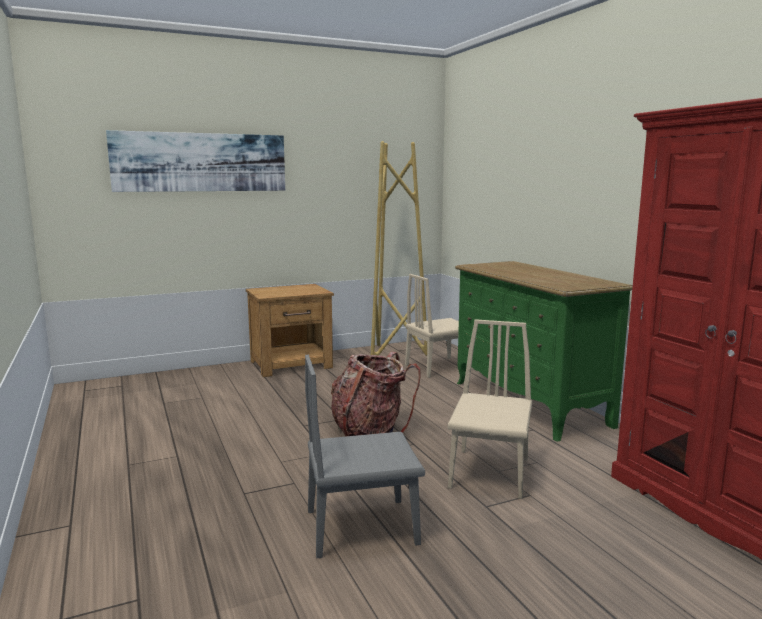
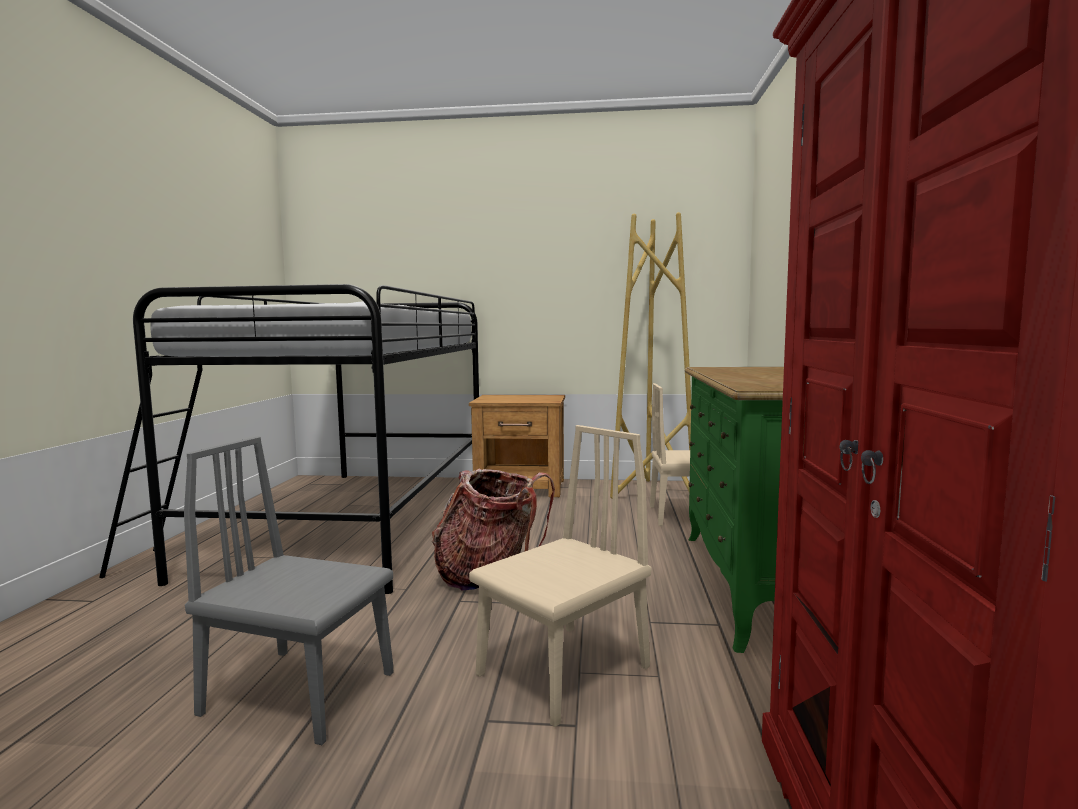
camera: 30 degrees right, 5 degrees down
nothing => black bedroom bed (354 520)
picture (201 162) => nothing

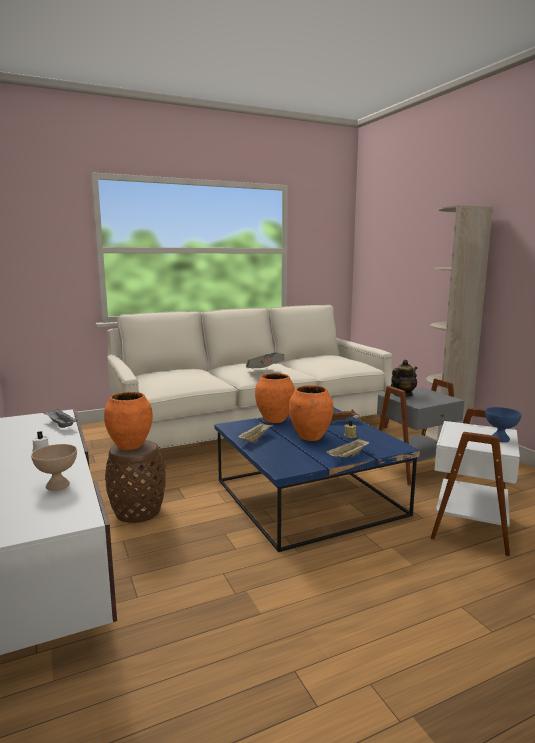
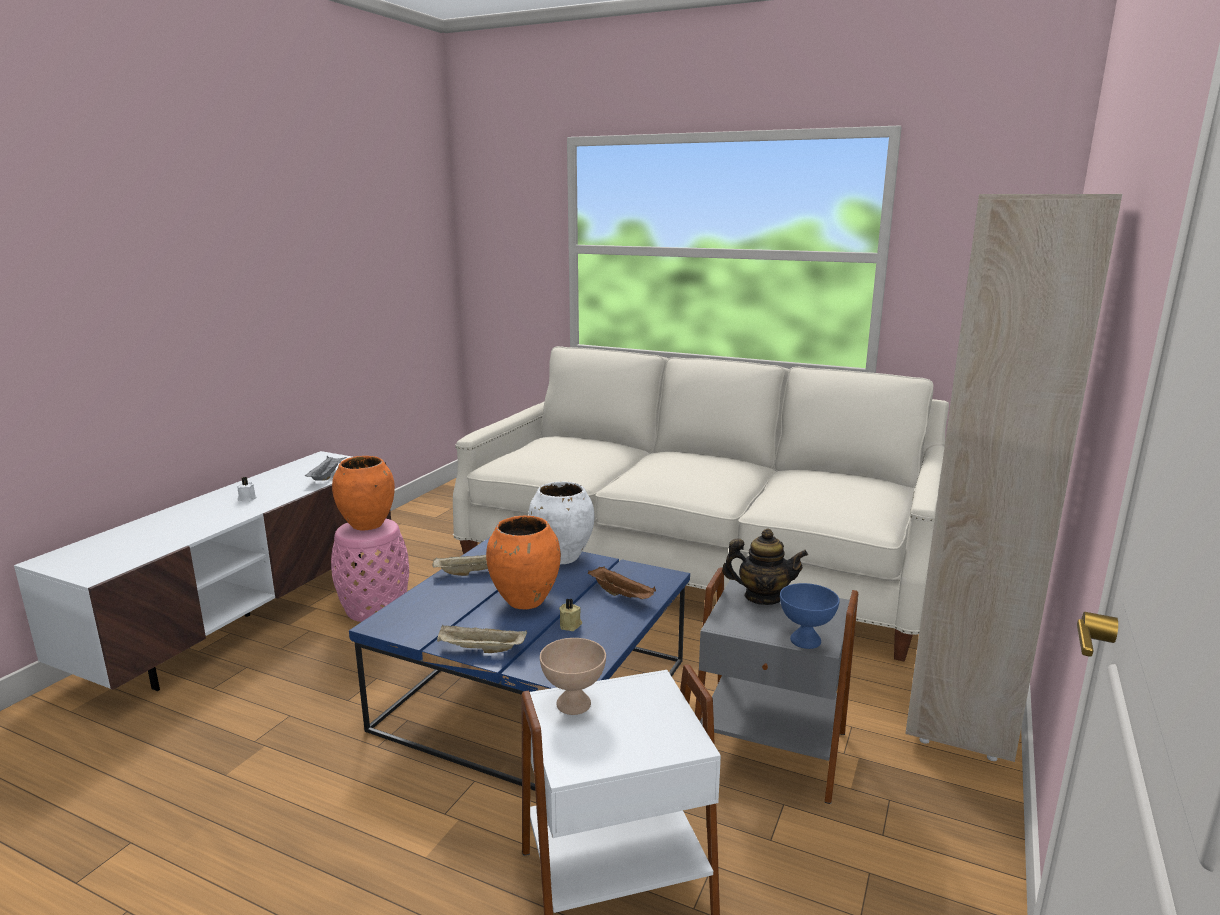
camera: 50 degrees right, 5 degrees up
brown stool seat (138 511) => pink stool seat (375 608)
orange-coloured vase (274 420) => whitish vase (561 558)
sand-coloured deep dish (57 486) => sand-coloured deep dish (572 705), move
bluish deep dish (500 439) => bluish deep dish (806 641), move
daily paper (265 372) => nothing

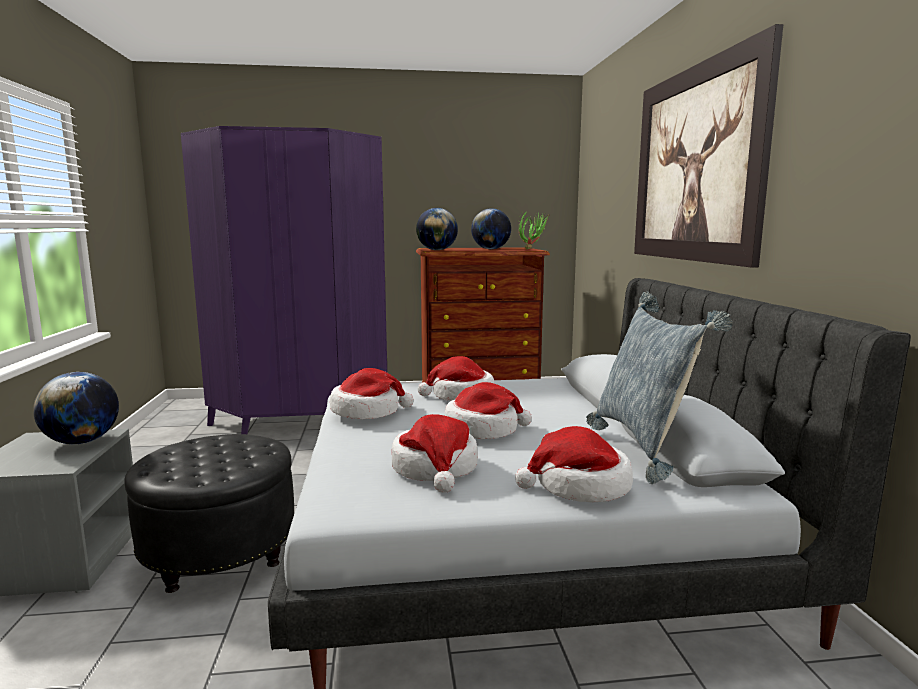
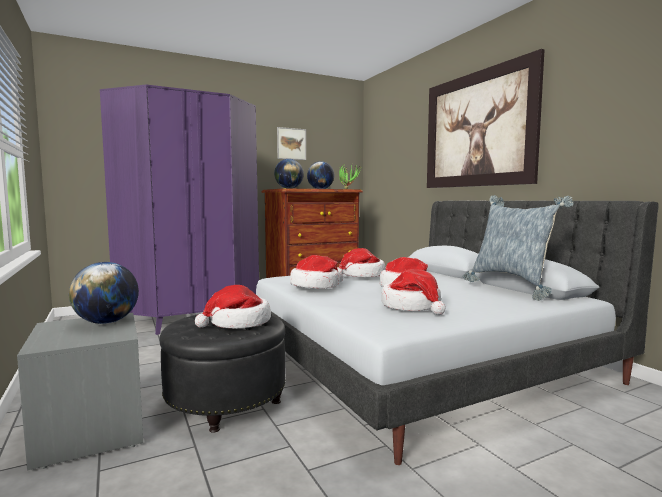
camera: 20 degrees left, 5 degrees down
clothing hat (579 486) => clothing hat (238 323), move
nothing => picture (291 144)

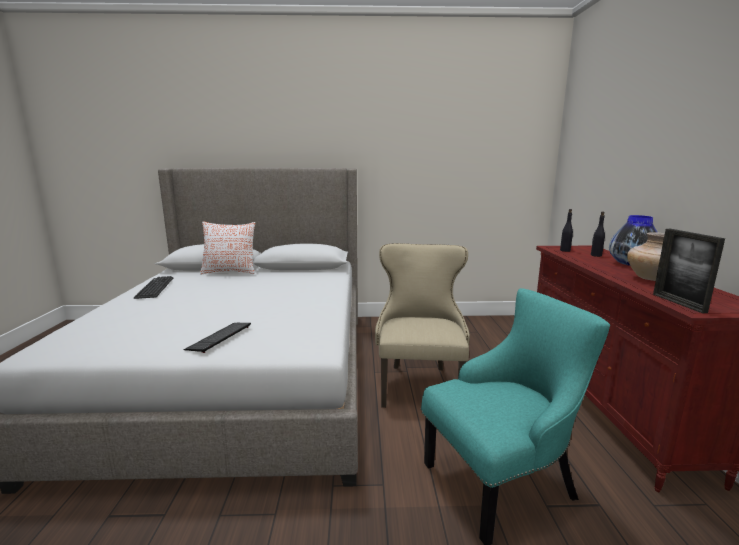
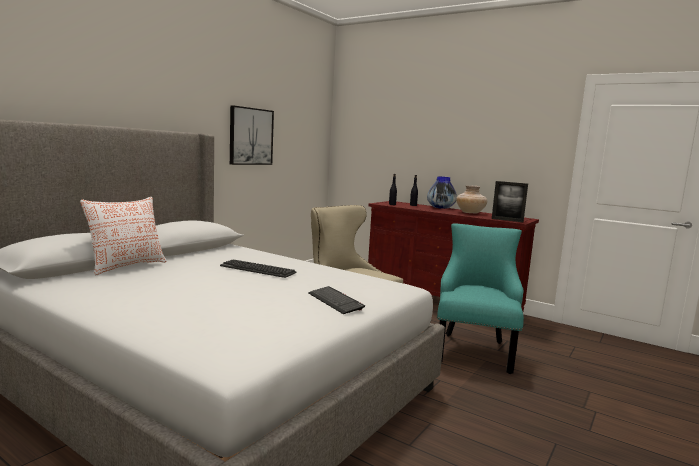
camera: 55 degrees left, 5 degrees down
computer keyboard (155 288) => computer keyboard (257 269), move
nothing => picture (251 136)

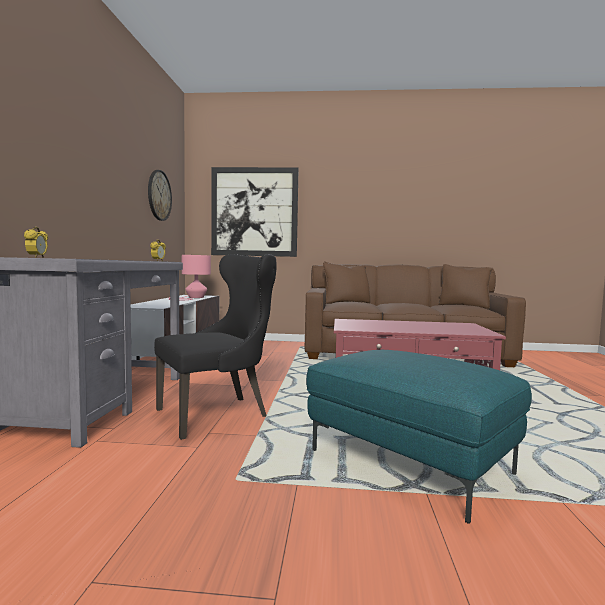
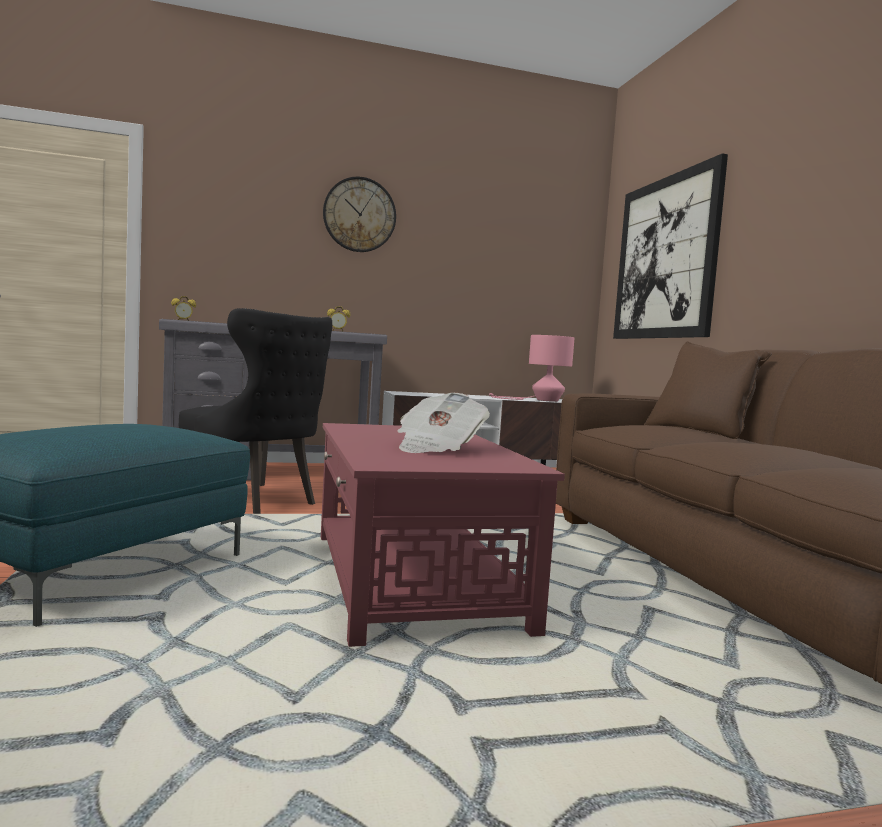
camera: 70 degrees right, 0 degrees up
clock on the wall (159 195) => clock on the wall (359 215), move
nothing => daily paper (437 448)

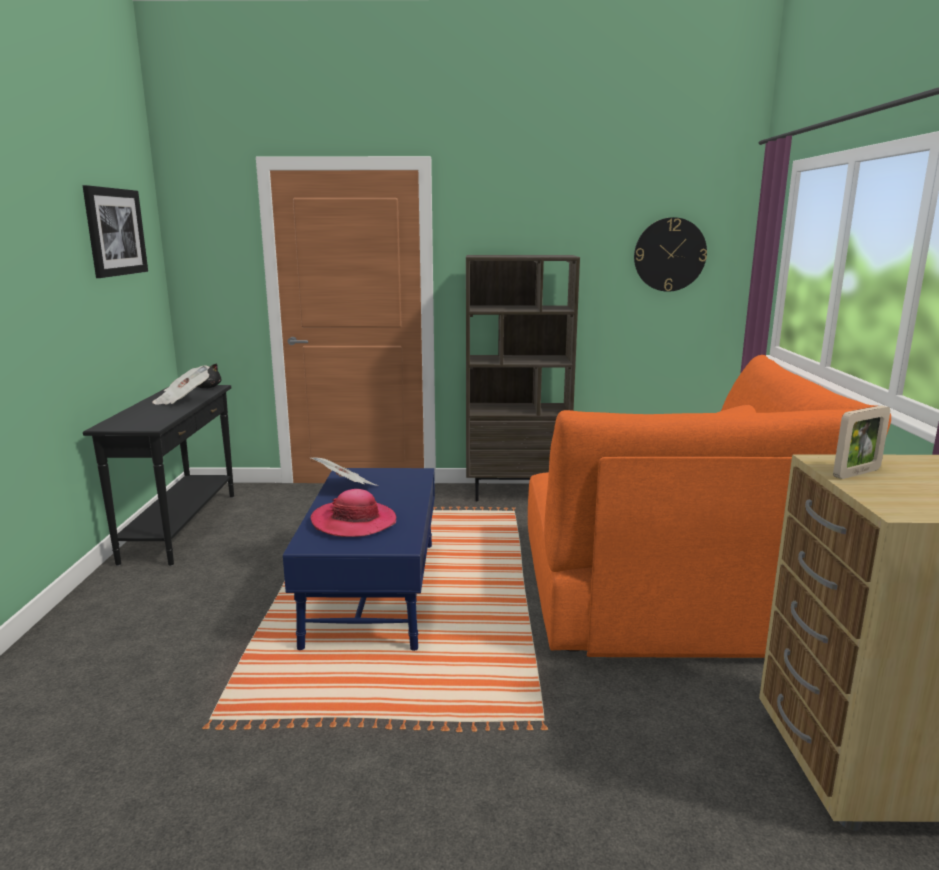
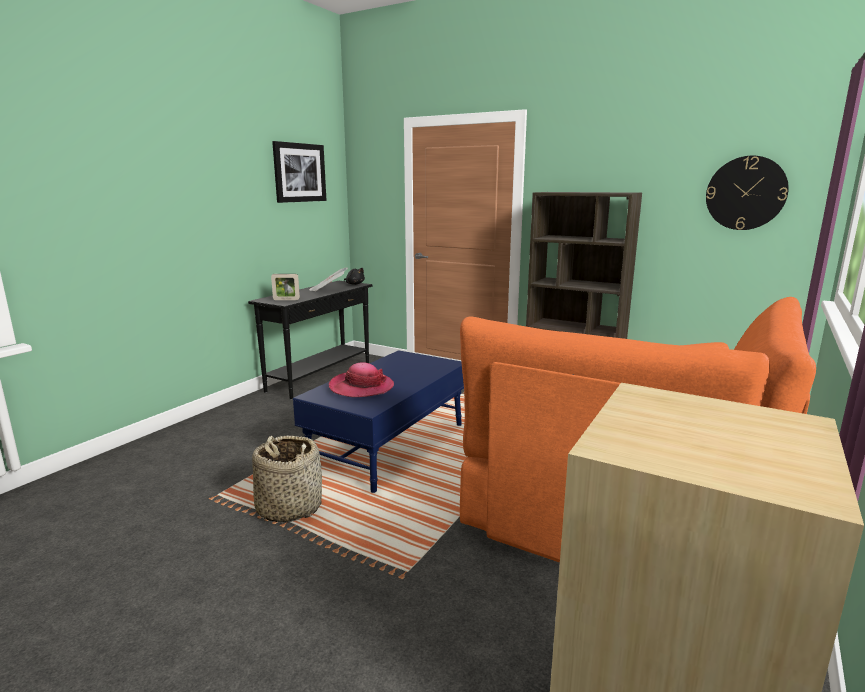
camera: 30 degrees right, 0 degrees up
nothing => basket (289 507)
standing frame (856 473) => standing frame (286 299), move
daily paper (345 487) => nothing

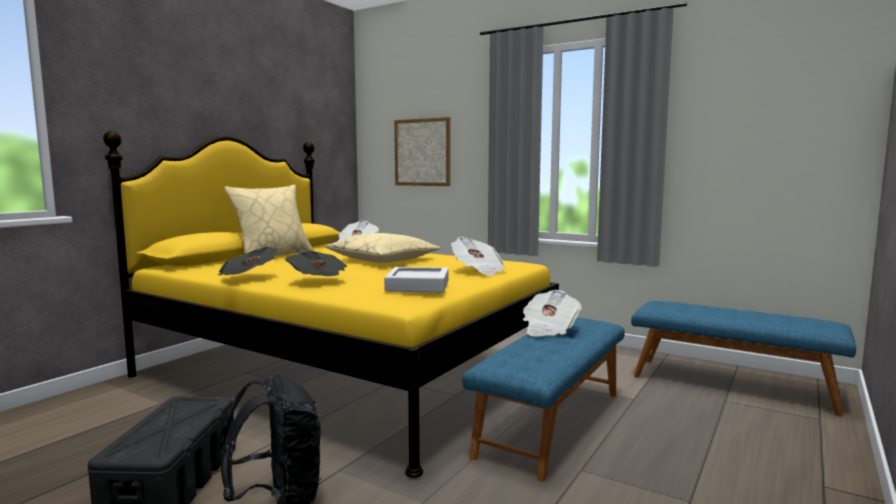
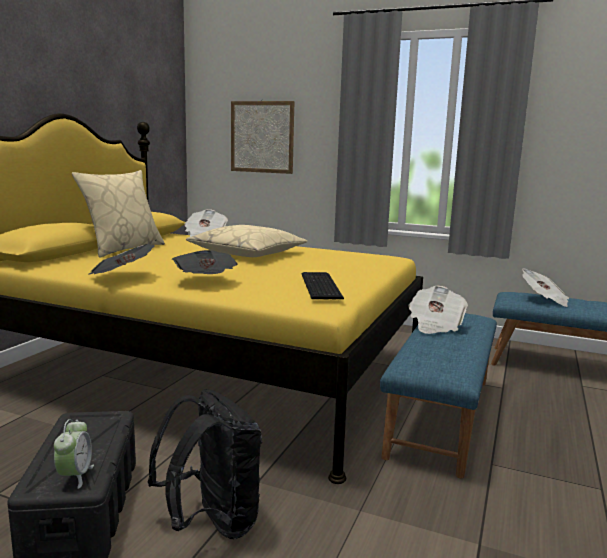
camera: 10 degrees left, 5 degrees up
nothing => table clock (75 476)
greyish carrying tray (417 286) => computer keyboard (319 286)
daily paper (478 271) => daily paper (544 300), move

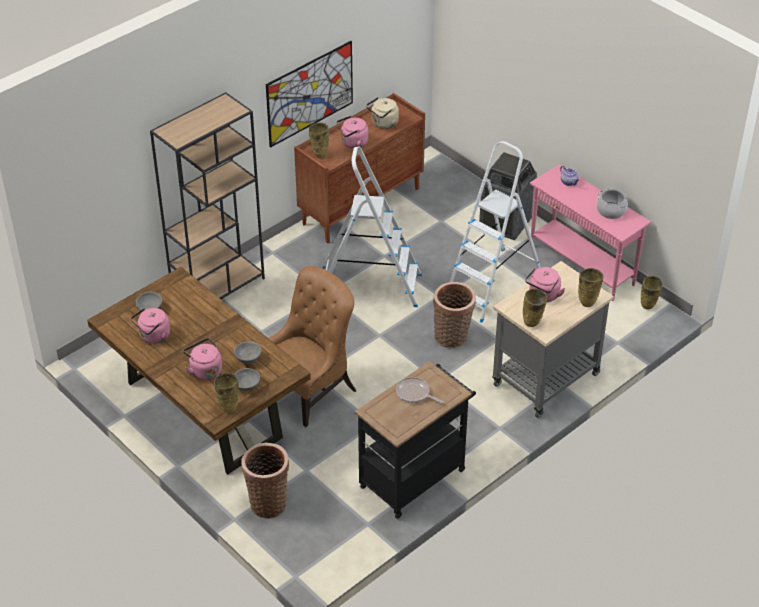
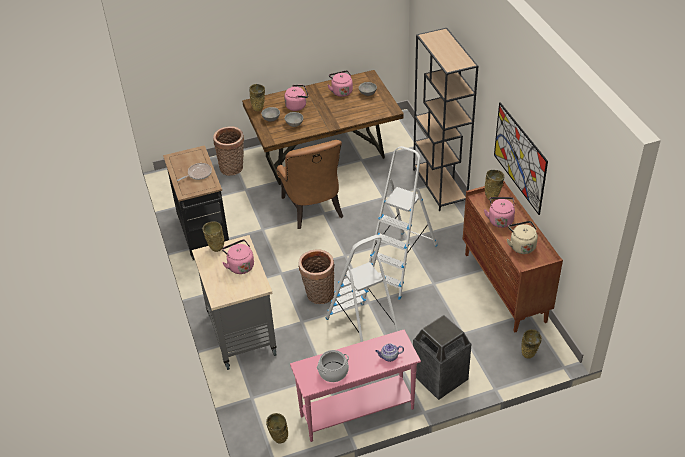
camera: 115 degrees right, 0 degrees up
sand-coloured vase (588 302) => sand-coloured vase (528 356), move

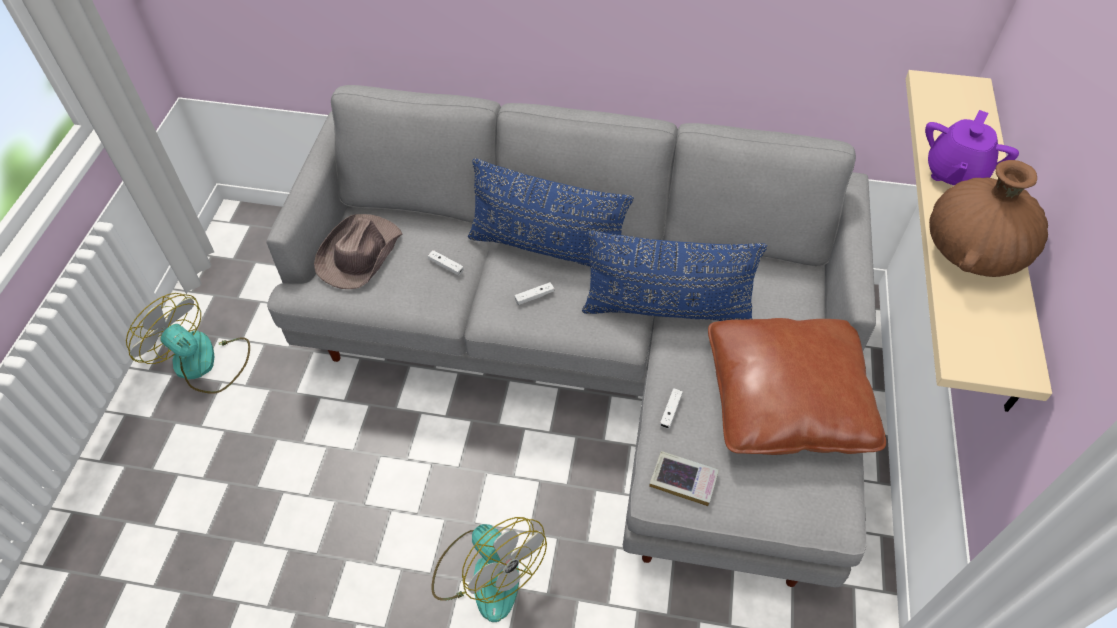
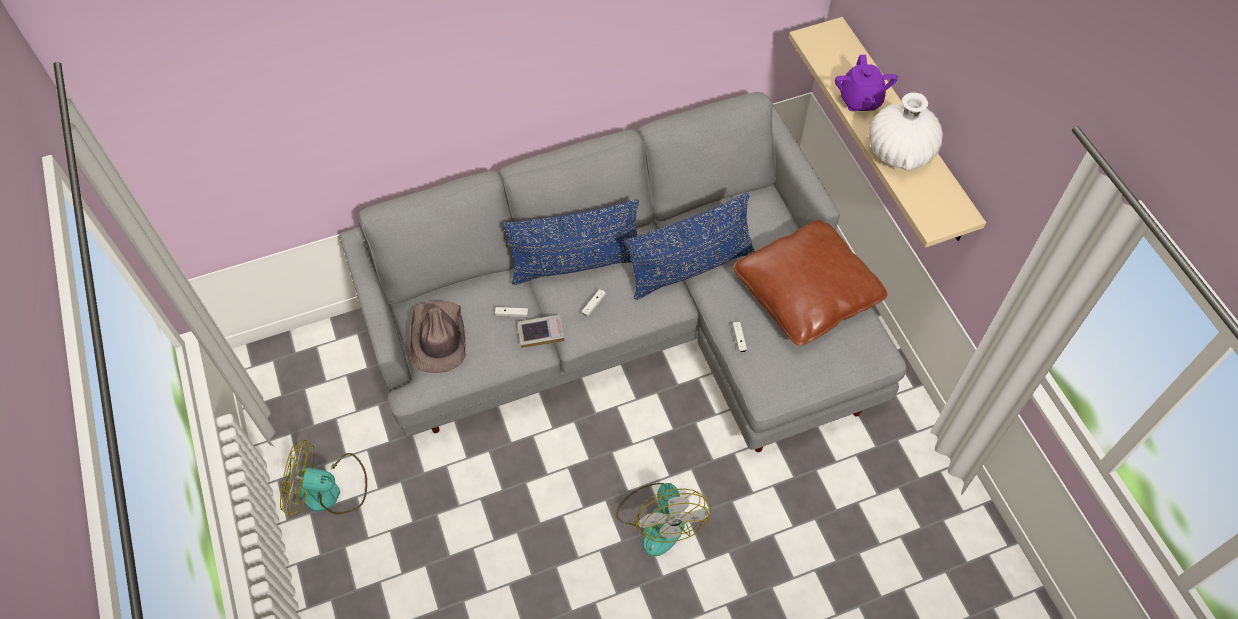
camera: 30 degrees left, 5 degrees up
book (683 480) => book (541 333), move
electric fan (486 573) => electric fan (660 519), 60 degrees clockwise
brown vase (972 252) => whitish vase (899 152)

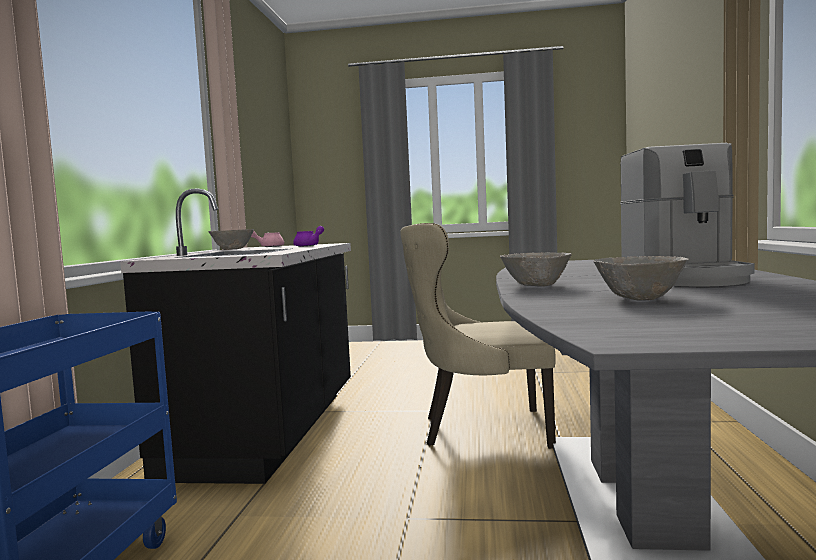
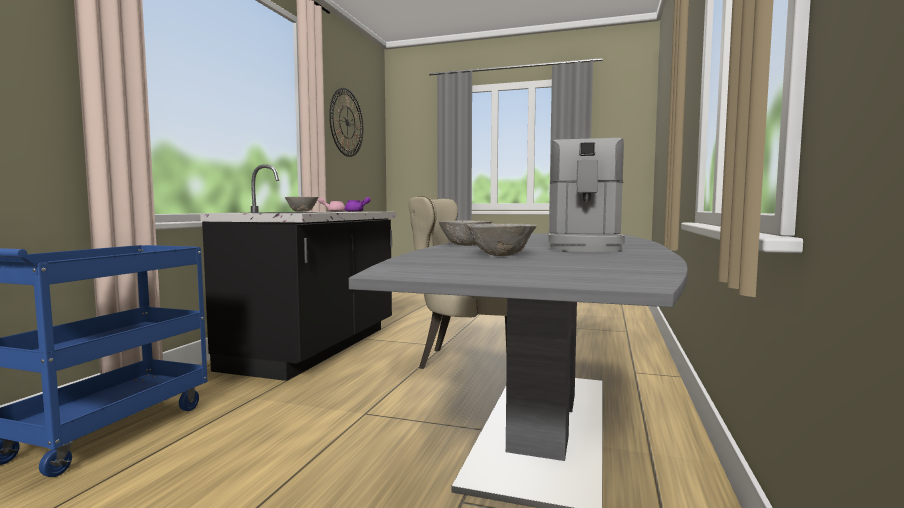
camera: 10 degrees right, 0 degrees up
nothing => clock on the wall (347 122)

